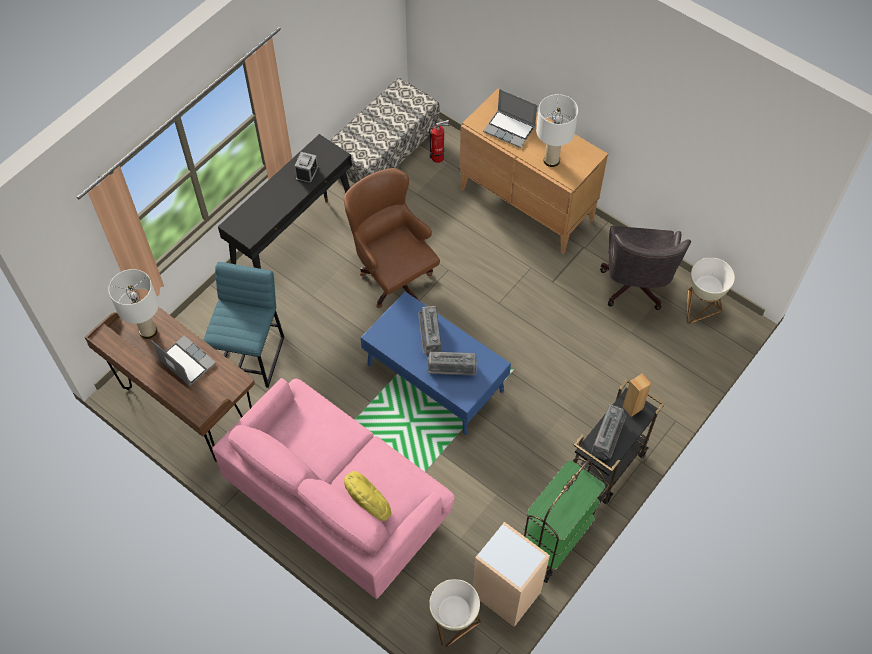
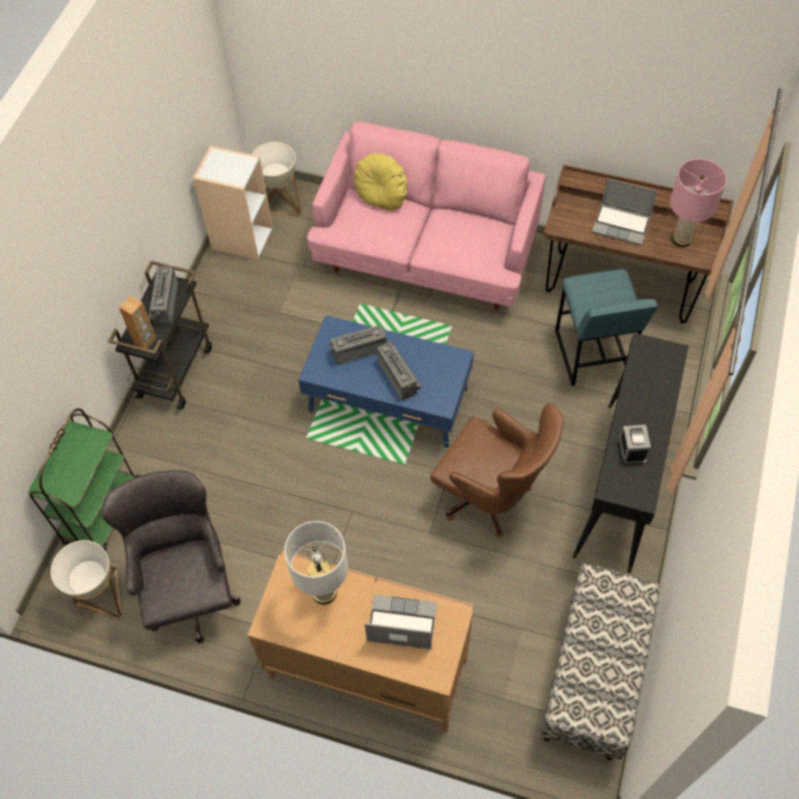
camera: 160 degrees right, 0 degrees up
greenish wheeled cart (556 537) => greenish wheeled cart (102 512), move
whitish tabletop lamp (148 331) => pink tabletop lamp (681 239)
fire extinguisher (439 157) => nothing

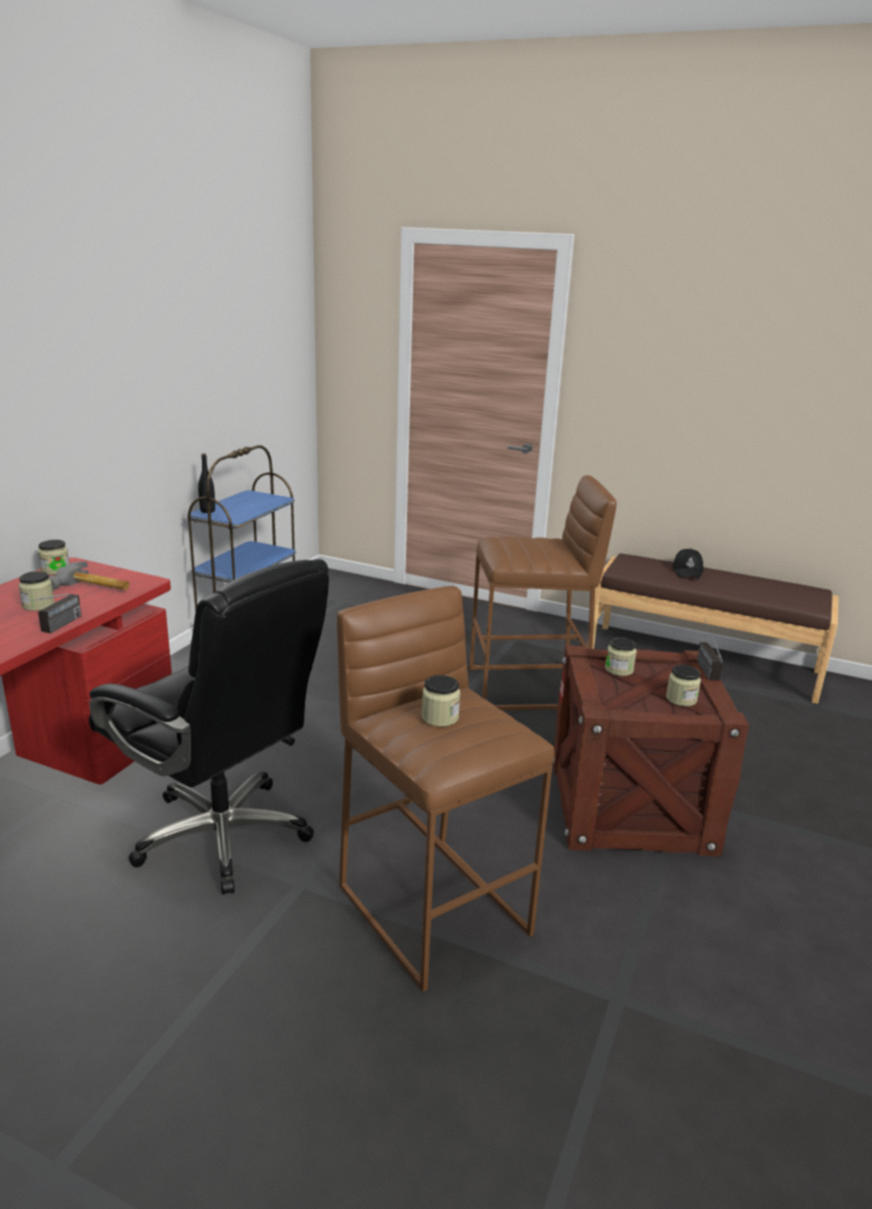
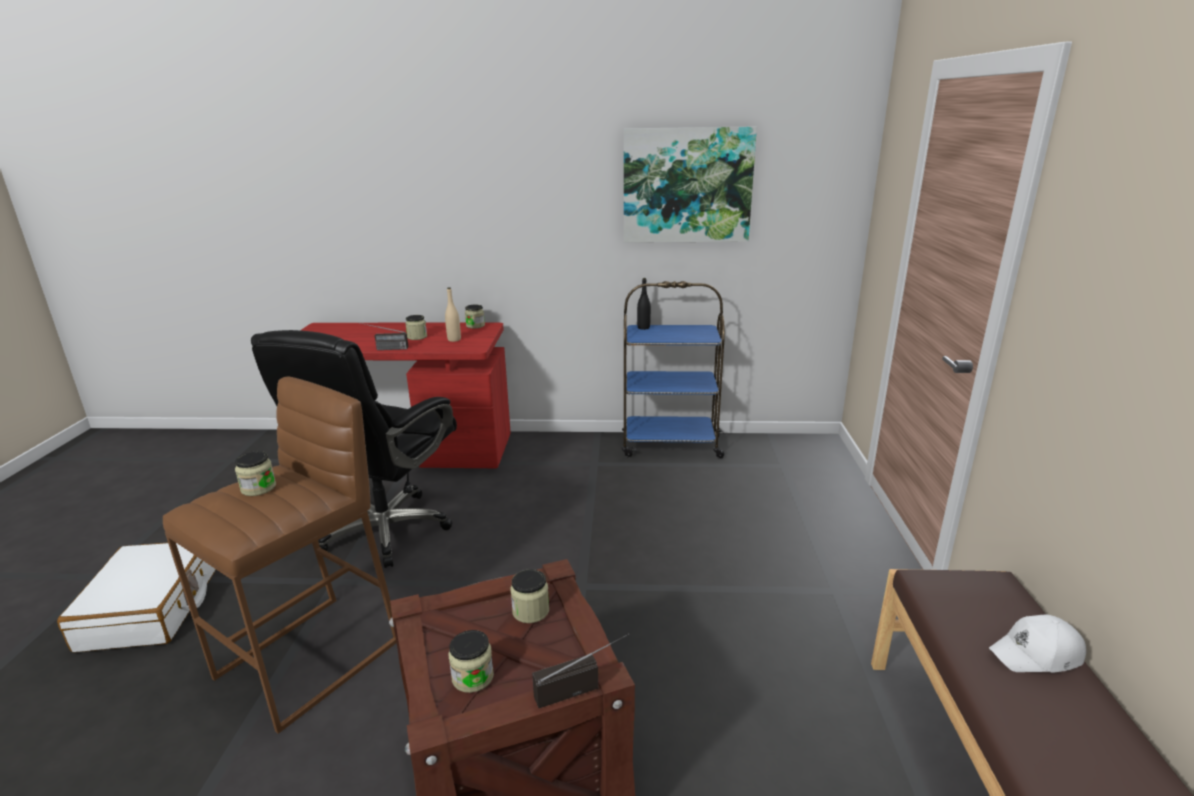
camera: 70 degrees right, 0 degrees up
nothing => whitish suitcase (150 609)
tool hammer (92 587) => sand-coloured drink bottle (454 339)
nothing => picture (687 185)
black peaked cap (687 571) => whitish peaked cap (1037 655)
brown stool seat (528 688) => nothing

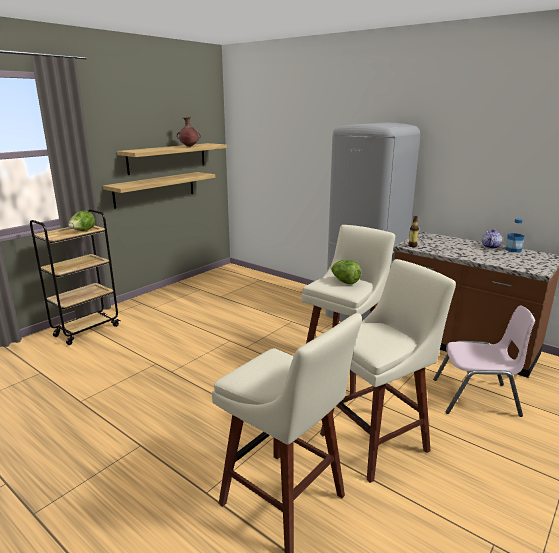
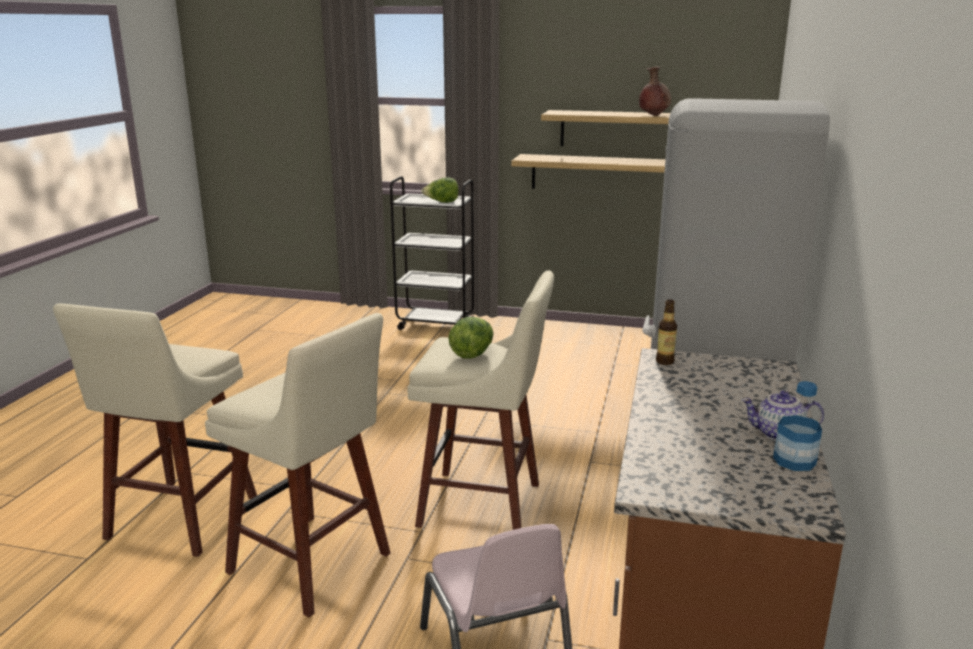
camera: 65 degrees right, 0 degrees up
brown wheeled cart (87 330) => whitish wheeled cart (436 326)

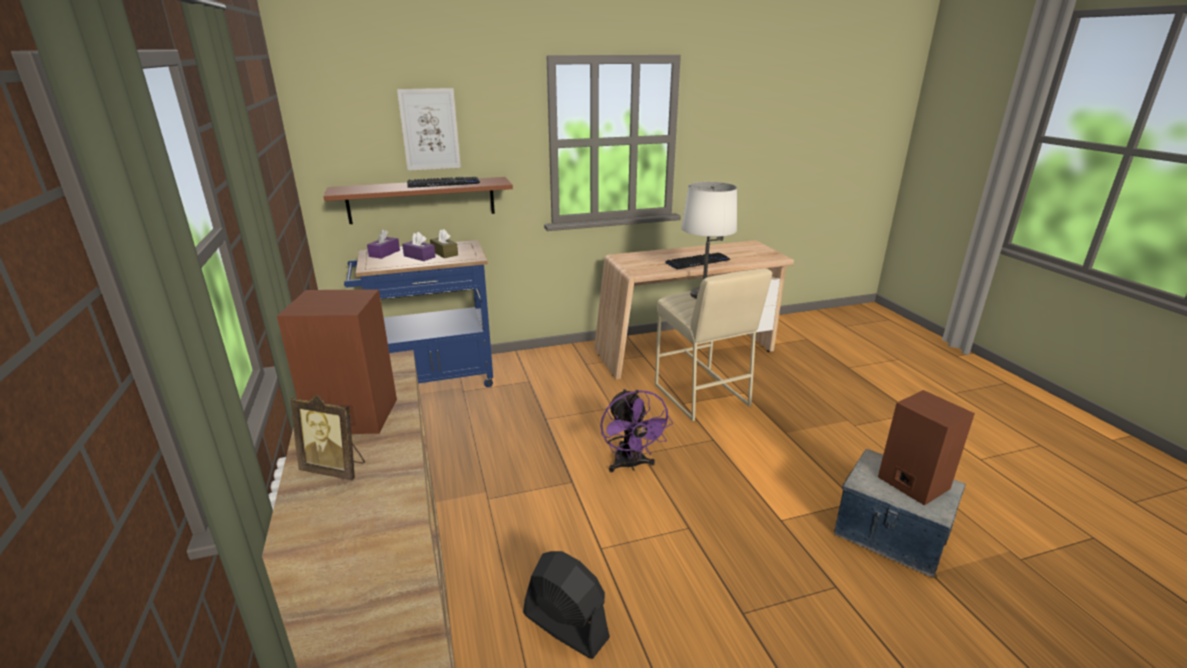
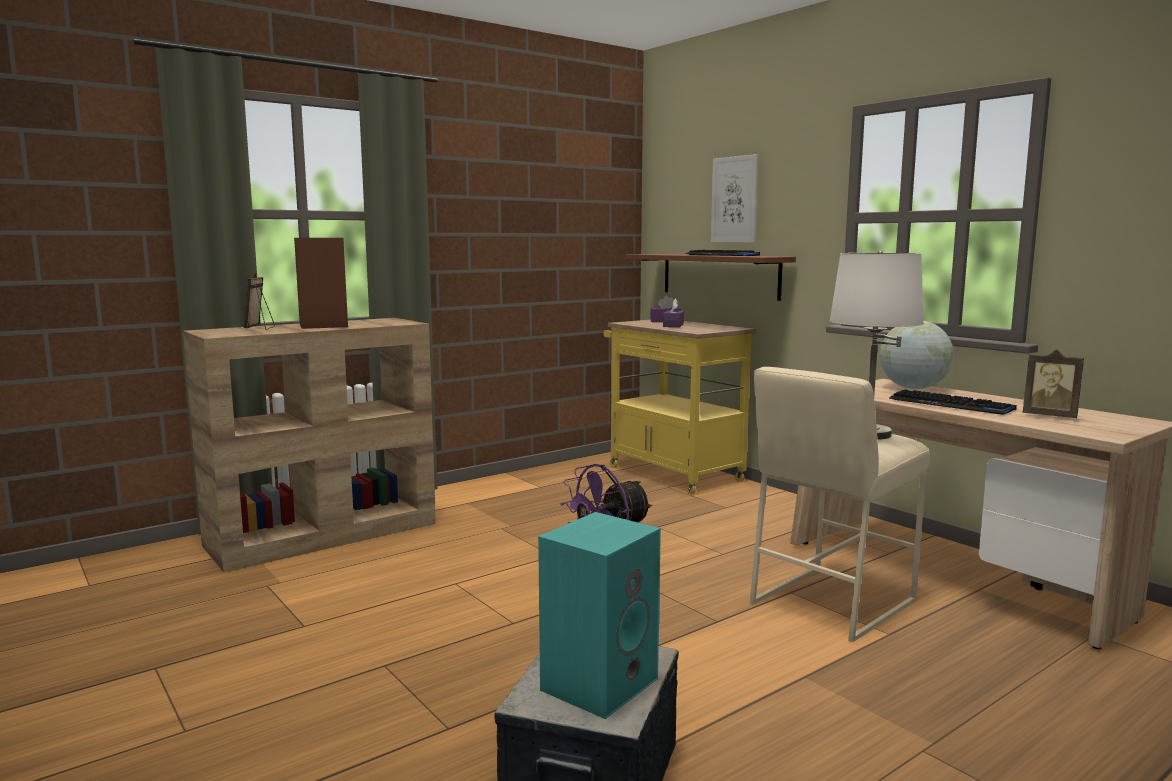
camera: 70 degrees right, 15 degrees down
brown audio speaker (911 482) => turquoise-coloured audio speaker (599 682)
bluish wheeled cart (432 380) => yellowish wheeled cart (672 473)
nothing => globe (913 388)
nothing => standing frame (1050 416)
brown tissue box (444 253) => nothing
black electric fan (565 626) => nothing

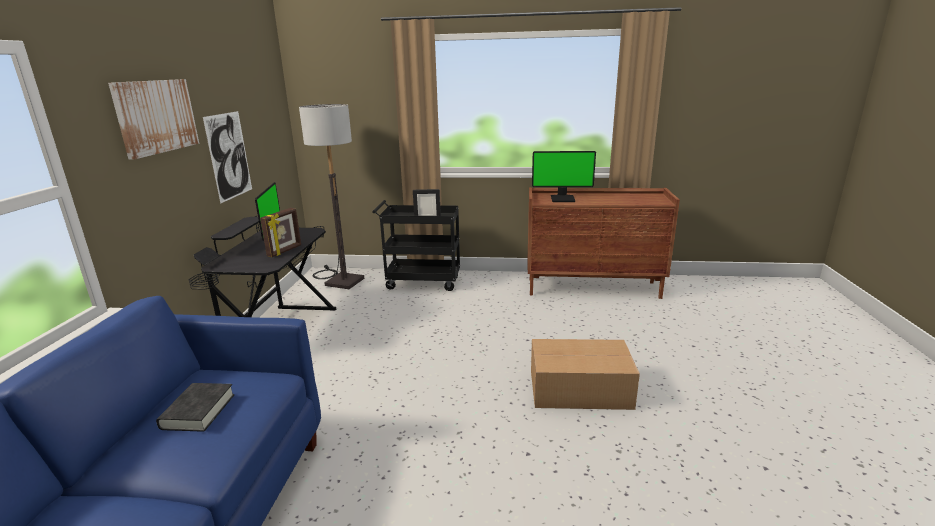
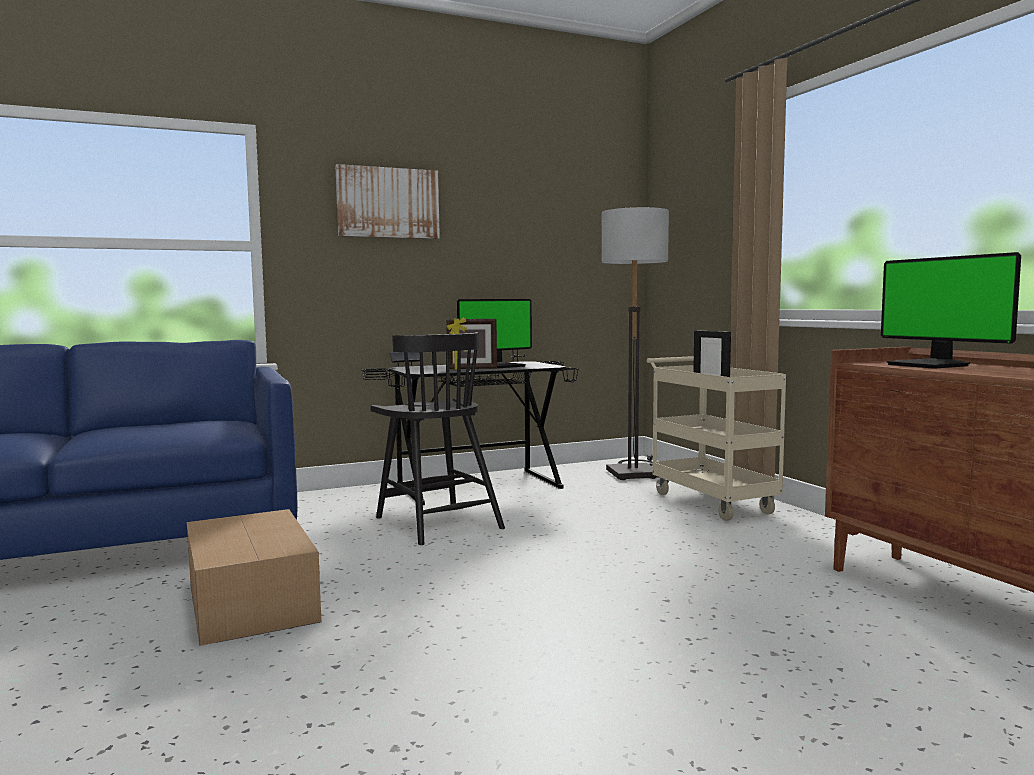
camera: 60 degrees right, 15 degrees down
packing box (578 389) => packing box (252 600), move
nothing => black upright chair (437 522)
black wheeled cart (421 284) => sand-coloured wheeled cart (710 503)
black book (198 411) => nothing
picture (229 156) => nothing

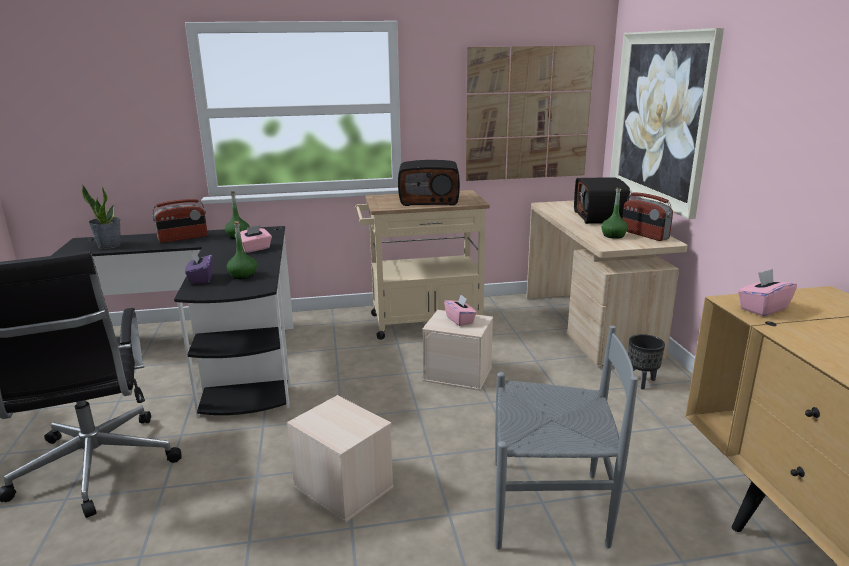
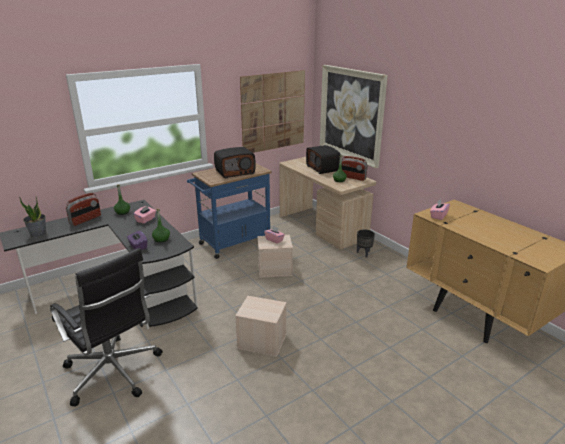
camera: 25 degrees left, 5 degrees up
sand-coloured wheeled cart (421 323) => bluish wheeled cart (232 243)
greyish upright chair (549 506) => nothing

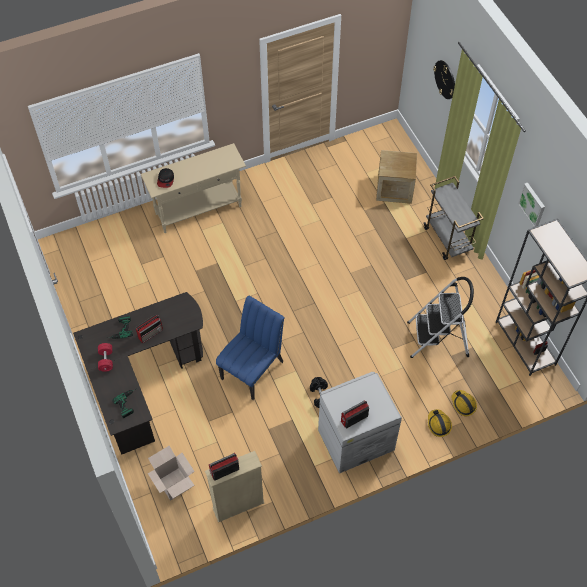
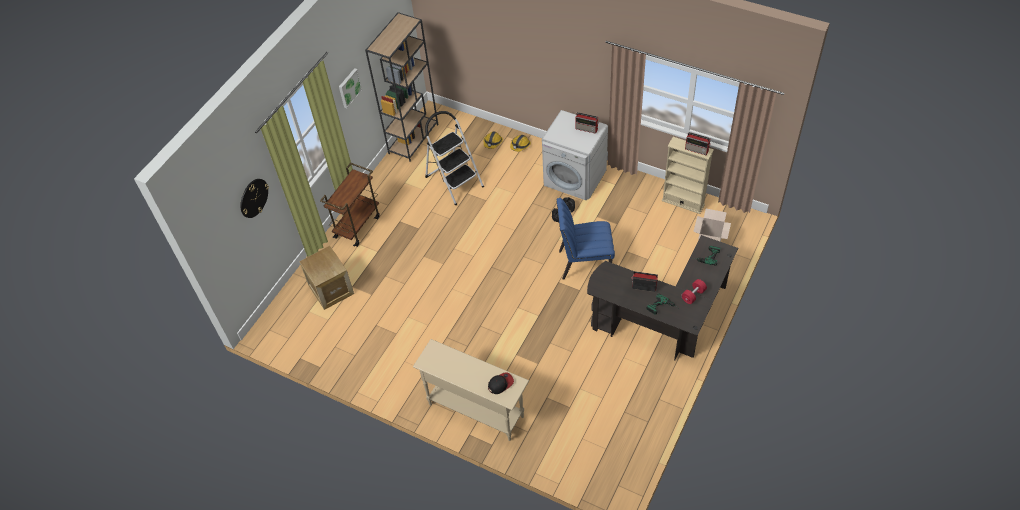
camera: 125 degrees left, 5 degrees down
greyish wheeled cart (447 241) => brown wheeled cart (358 226)

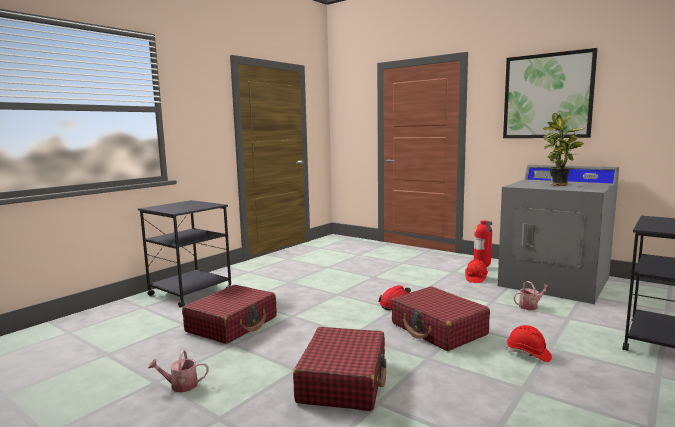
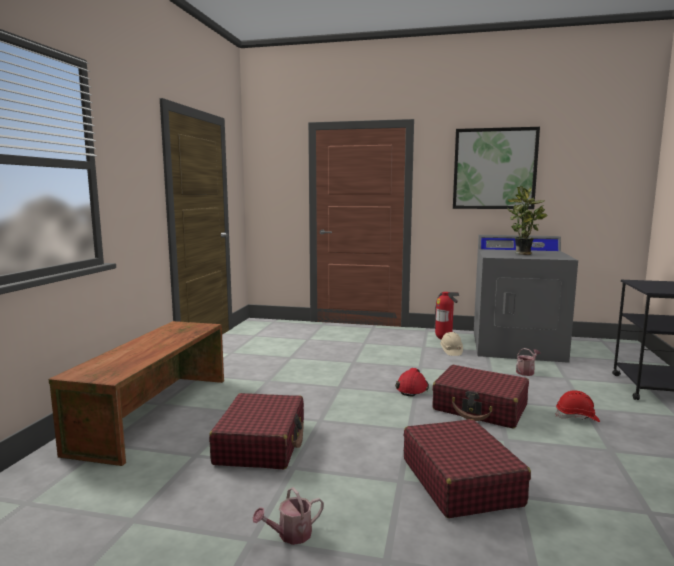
camera: 25 degrees left, 0 degrees up
black wheeled cart (191 292) => brown long seat (154 412)
red safety helmet (475 278) => sand-coloured safety helmet (451 351)

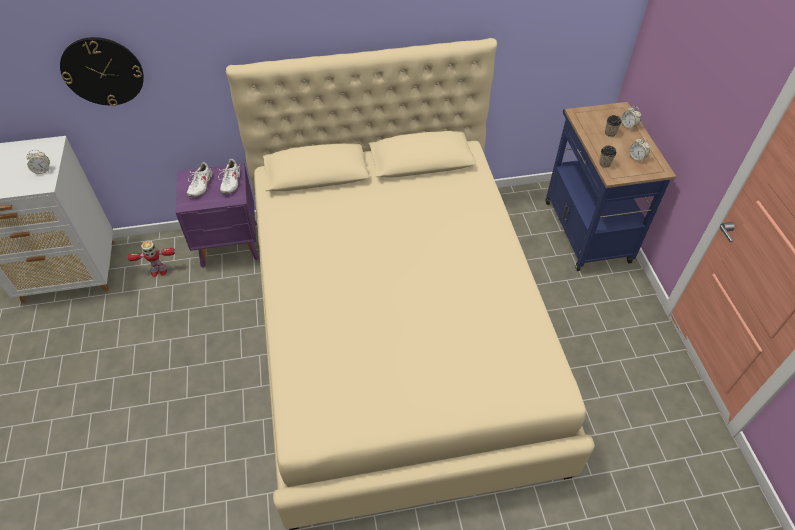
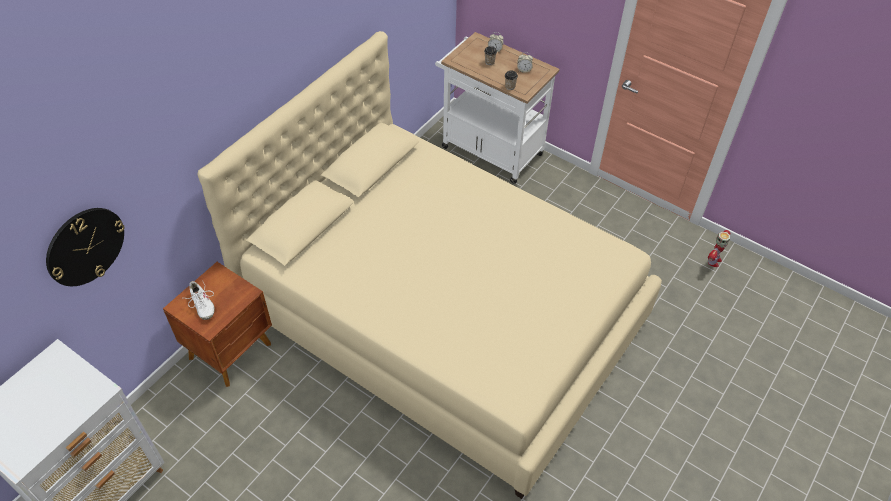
camera: 45 degrees left, 0 degrees up
purple night table (230 245) => brown night table (232 351)
bluish wheeled cart (585 229) => whitish wheeled cart (489 150)
model robot (158 271) => model robot (713 261), move
table clock (43 170) => nothing
whitish shoe (230 182) => nothing

